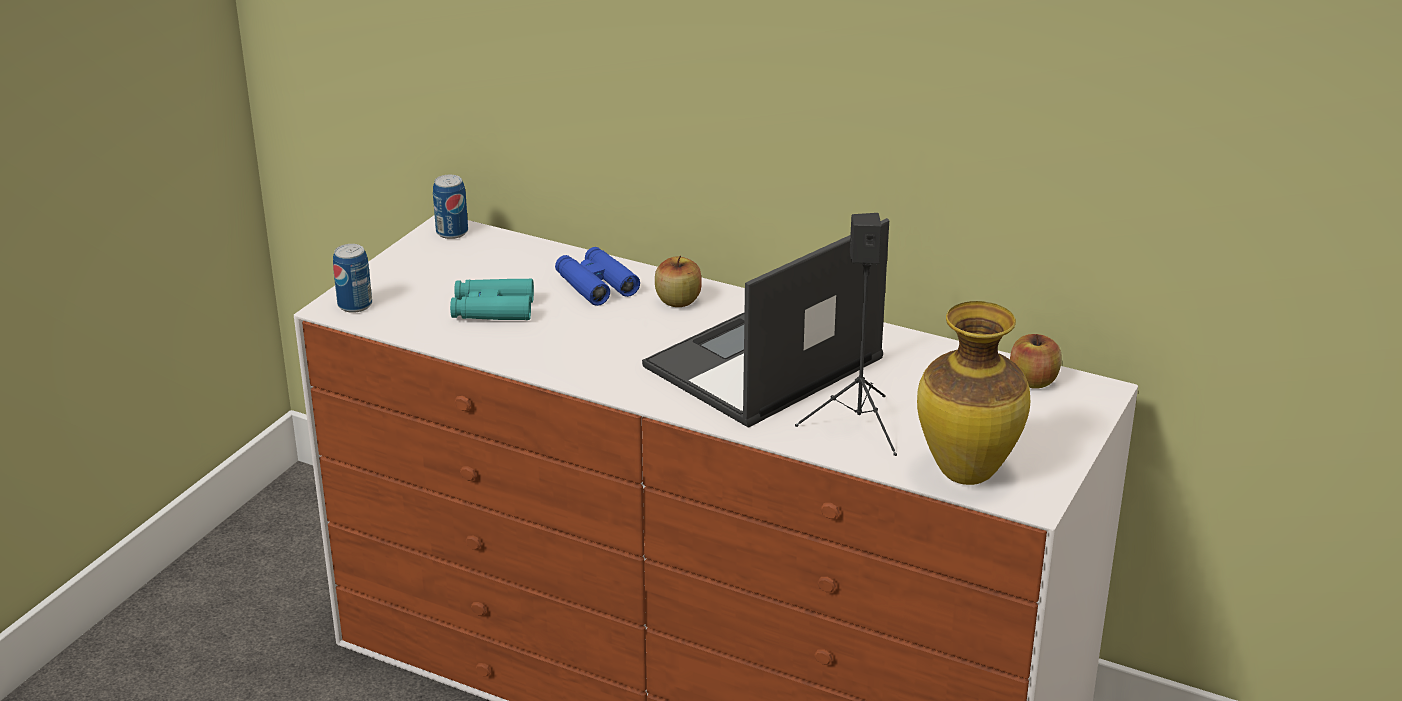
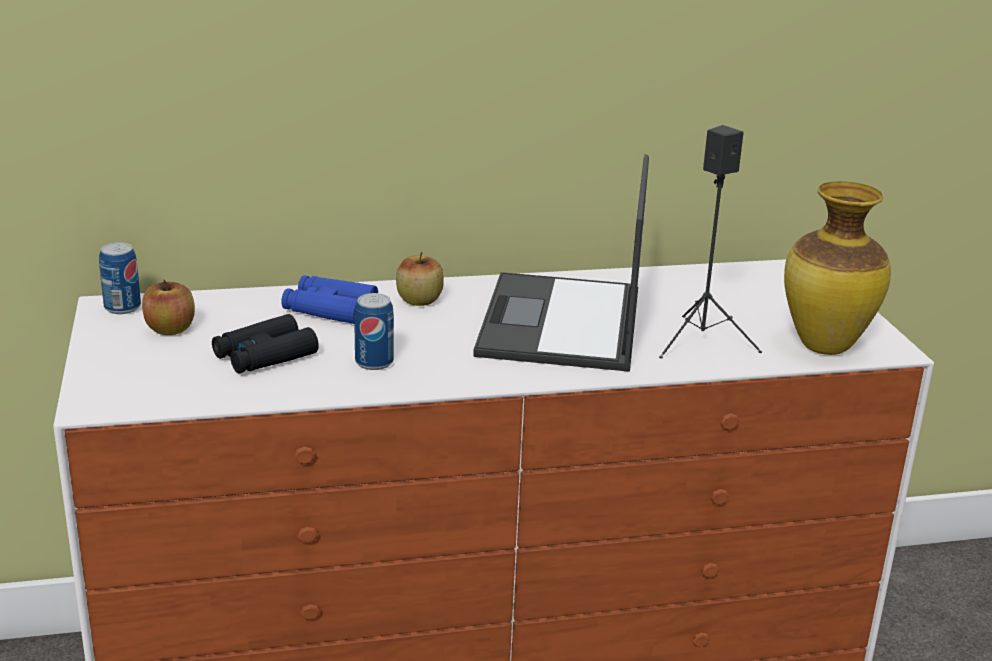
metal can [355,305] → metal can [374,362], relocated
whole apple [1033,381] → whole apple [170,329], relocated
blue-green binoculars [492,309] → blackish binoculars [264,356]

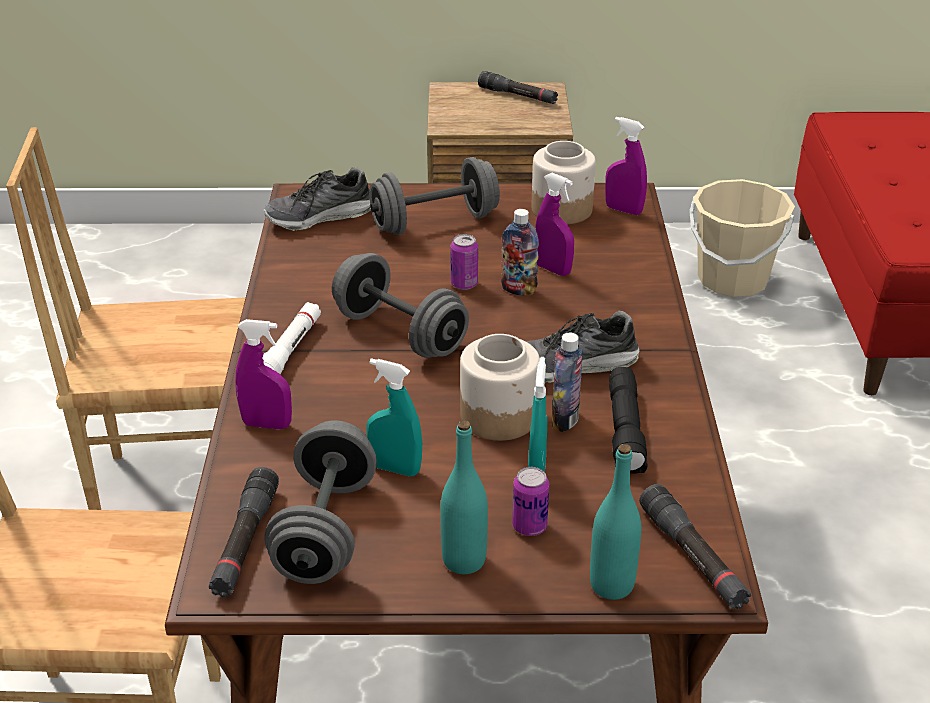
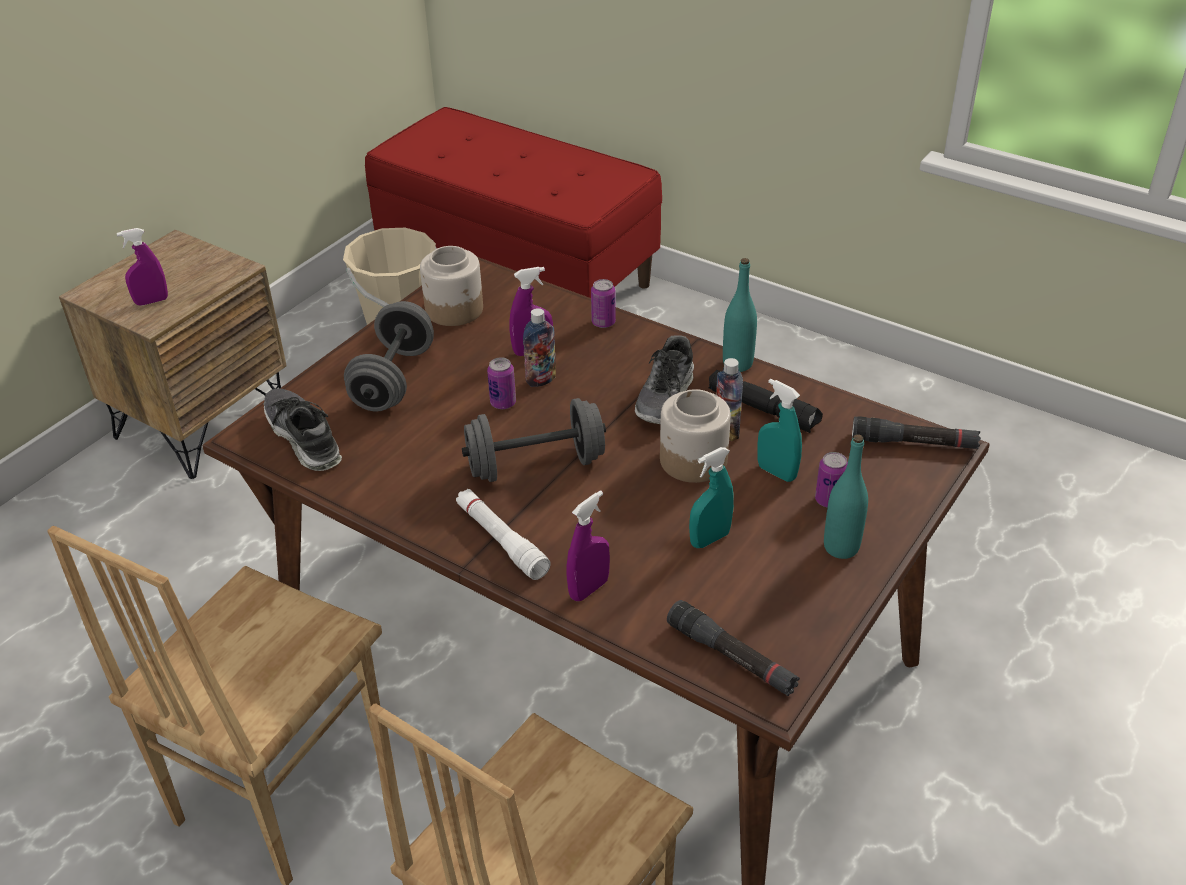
gray free weight [325,530] → -
blackish torch [517,96] → -
- → metal can [603,322]
blue-green beverage bottle [611,585] → blue-green beverage bottle [737,364], relocated
purple-coloured sprayer [623,210] → purple-coloured sprayer [151,301], relocated
shoe [320,216] → shoe [303,438], 135 degrees clockwise

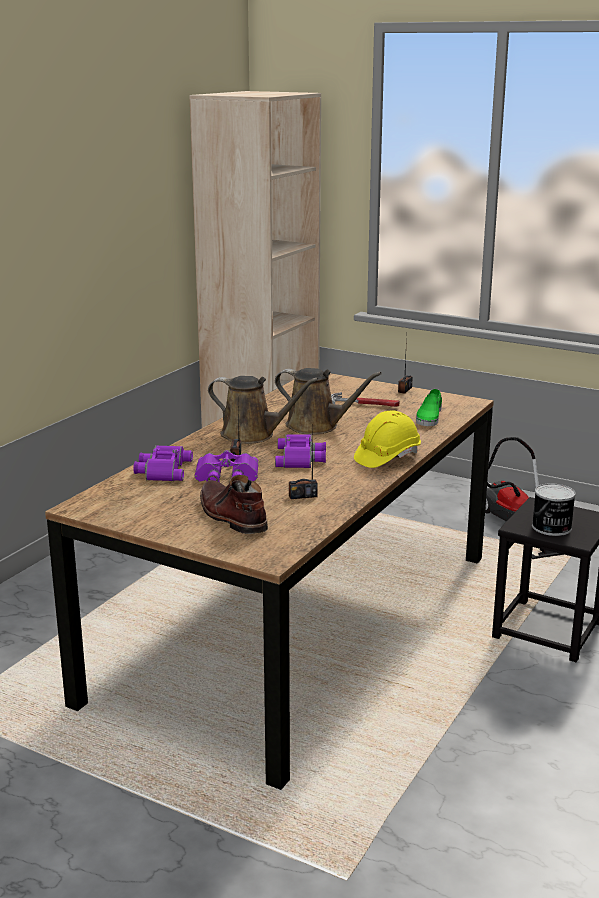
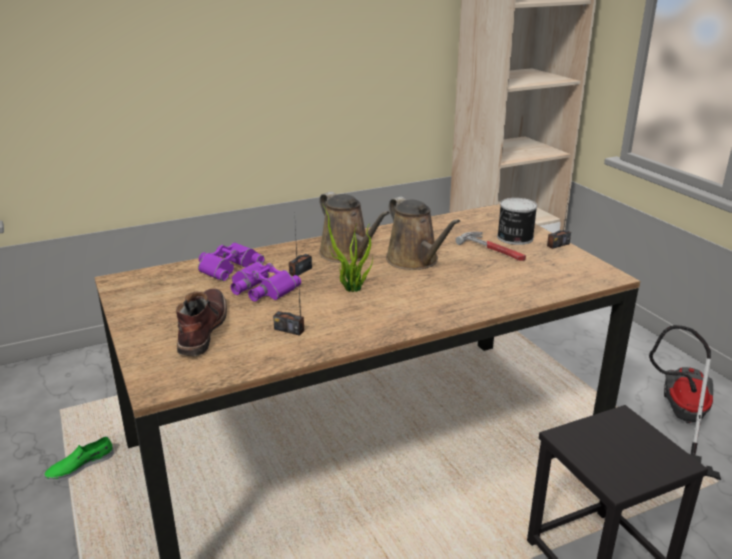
yellow hard hat [387,457] → -
greenish shoe [429,417] → greenish shoe [80,466], relocated
metal can [551,527] → metal can [514,238], relocated
purple-coloured binoculars [301,458] → potted plant [351,289]

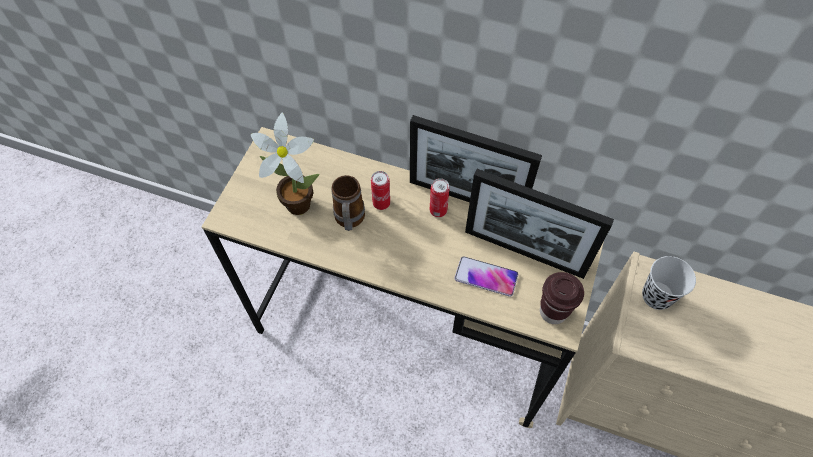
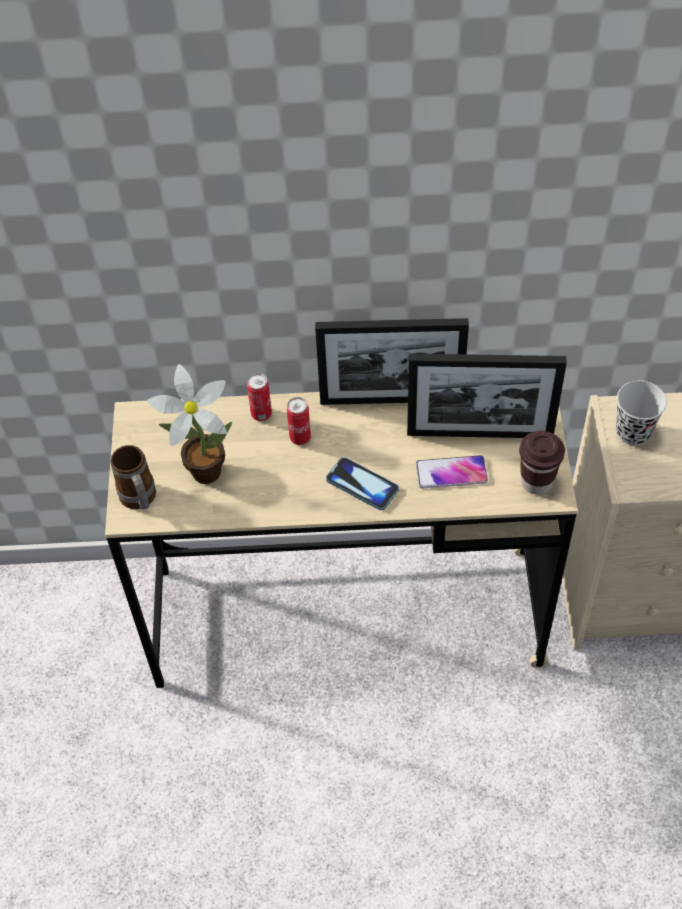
- → phone [362,485]
tea mug [349,221] → tea mug [140,501], relocated
metal can [438,210] → metal can [261,414], relocated

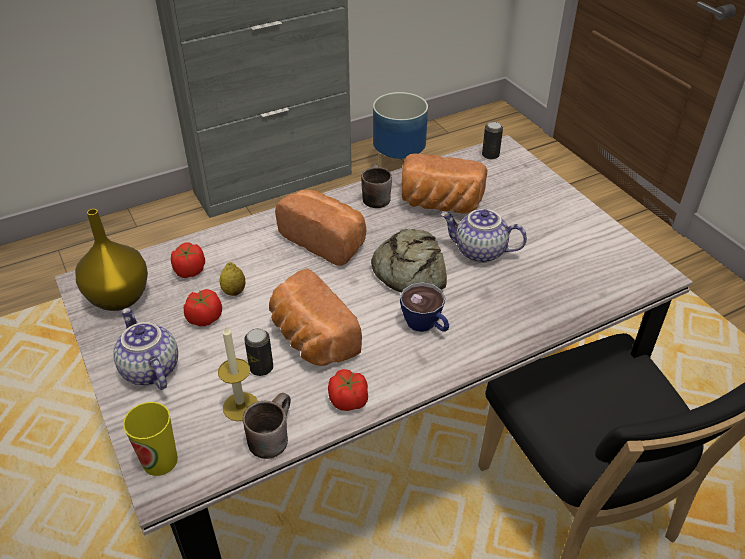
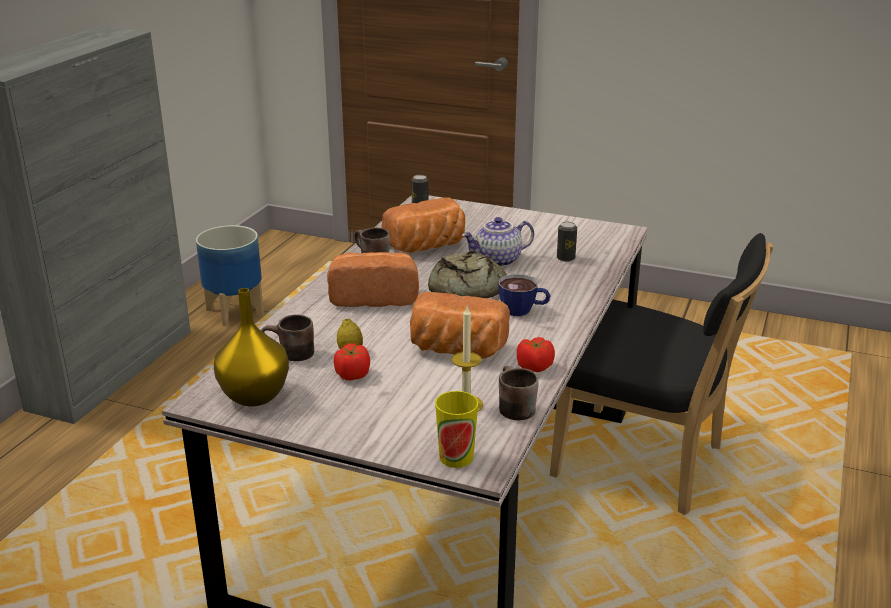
teapot [149,370] → -
metal can [261,368] → metal can [565,258], relocated
whole tomato [189,271] → brownish tea mug [289,356]

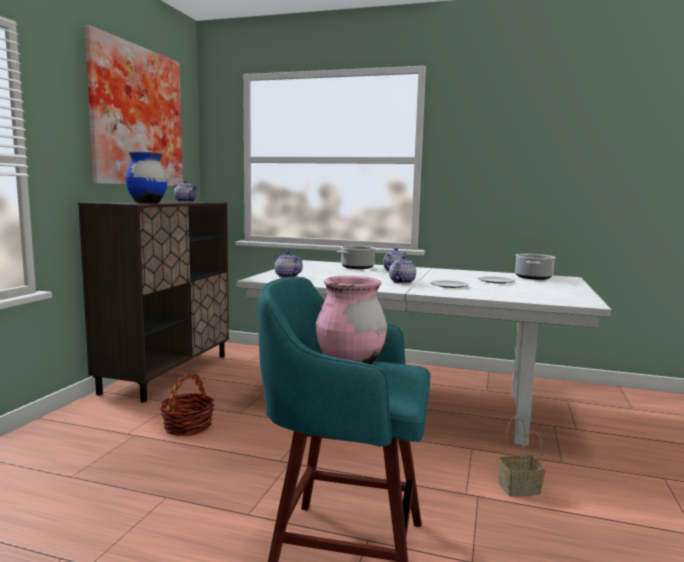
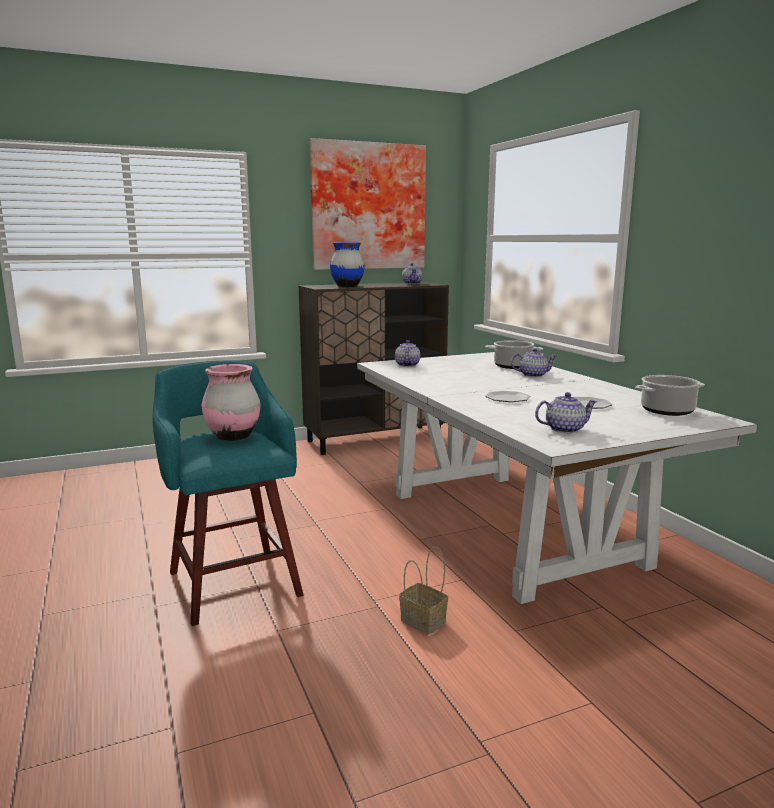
basket [188,426] → -
teapot [401,282] → teapot [564,429], relocated

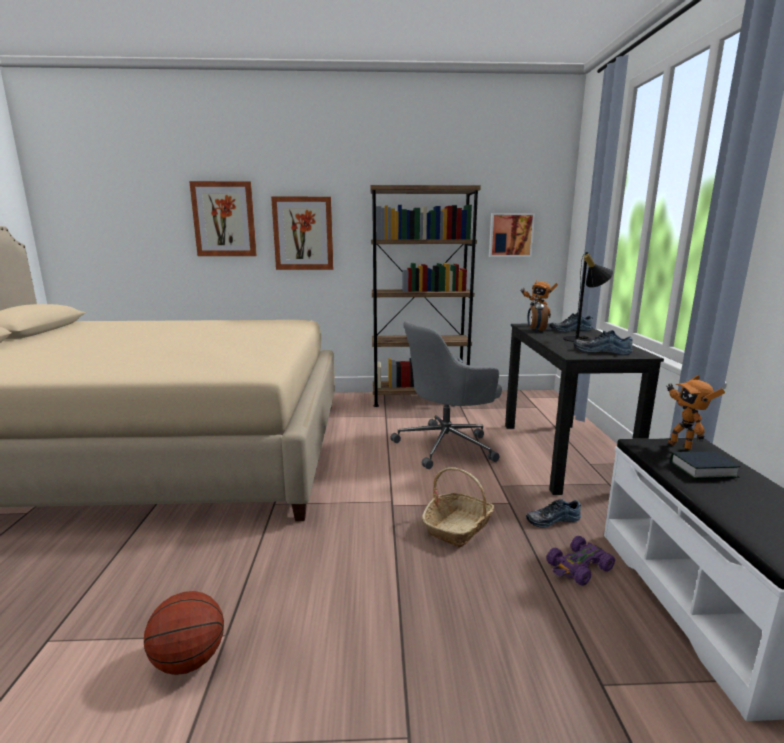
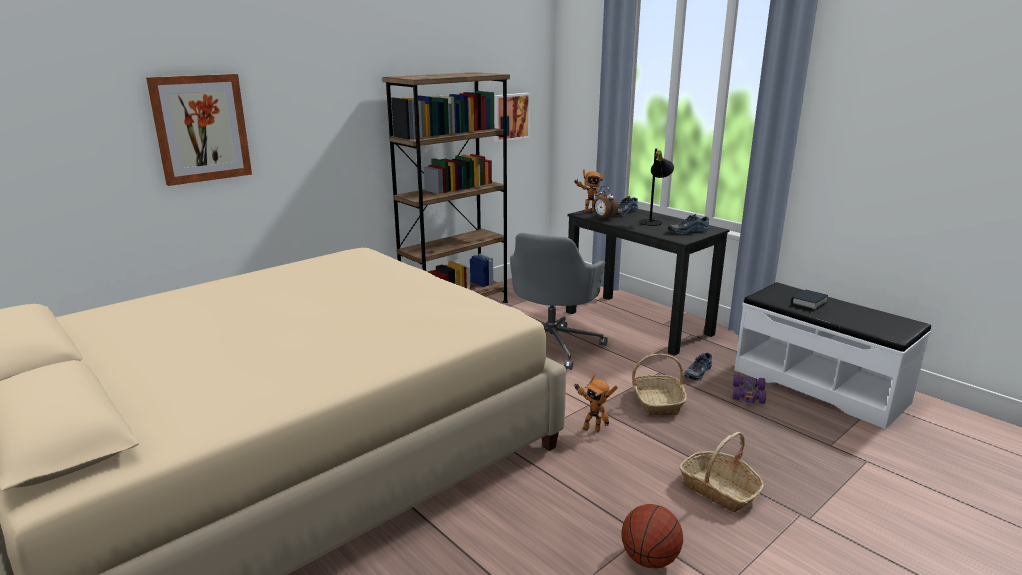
picture [303,233] → -
- → basket [719,490]
model robot [681,445] → model robot [591,428], relocated

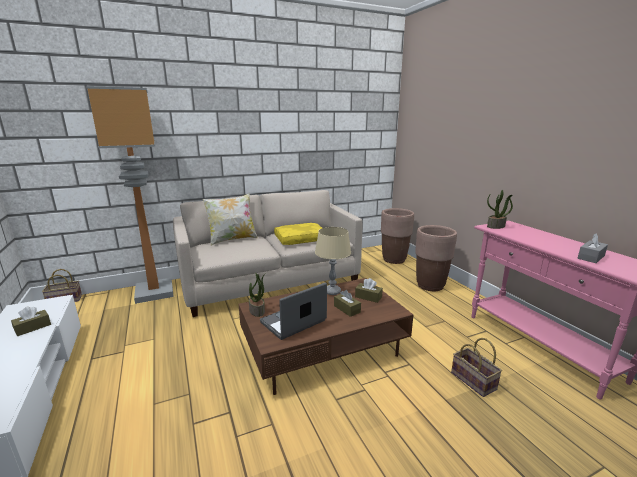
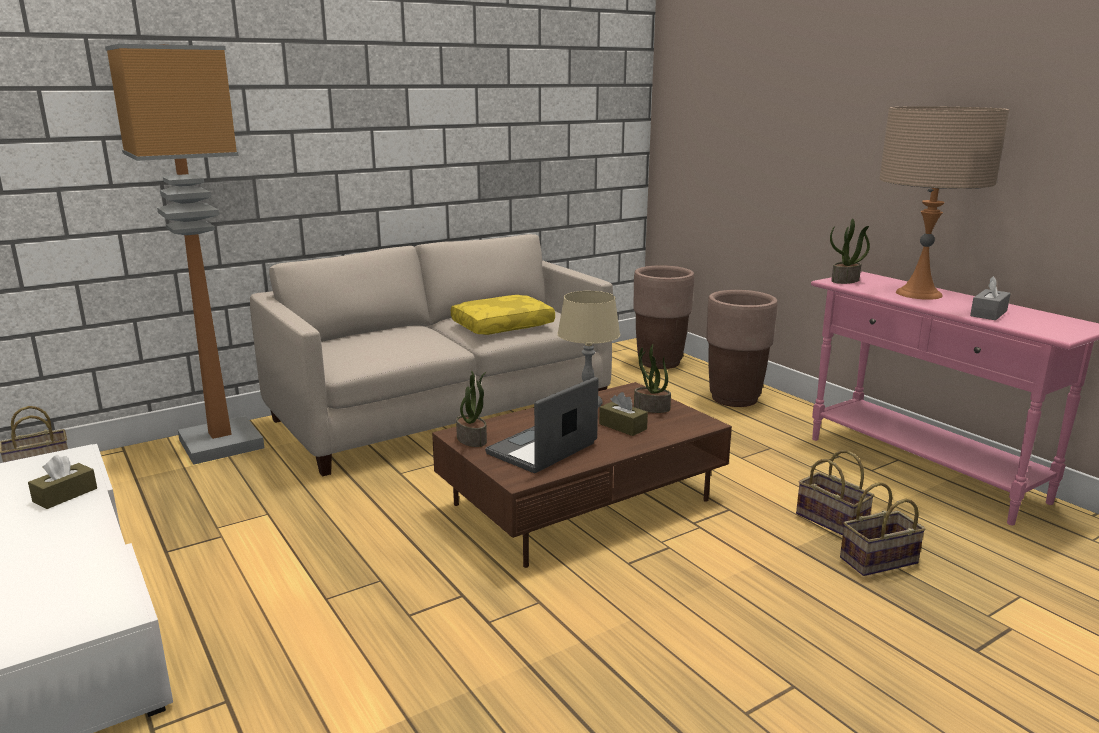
throw pillow [232,239] → -
- → basket [878,561]
- → beige tabletop lamp [918,294]
brownish box of tissues [368,297] → potted plant [651,408]

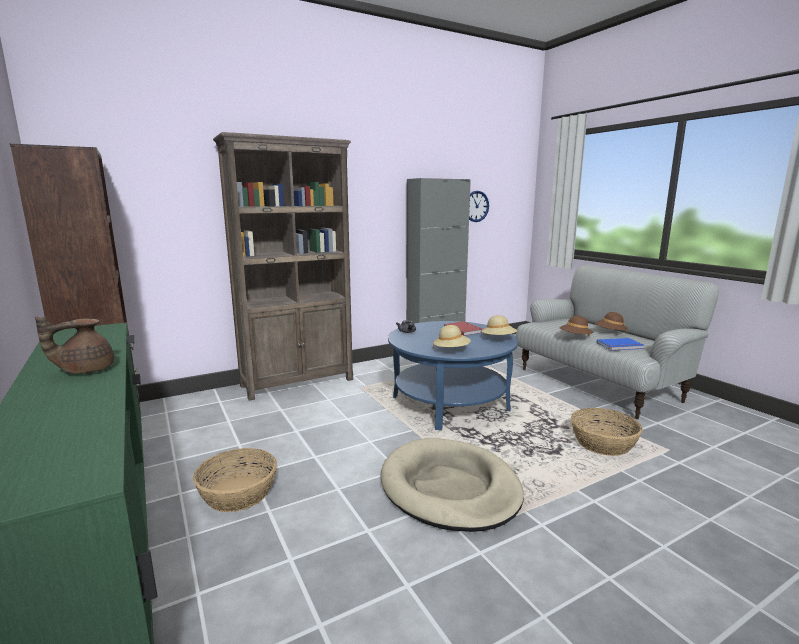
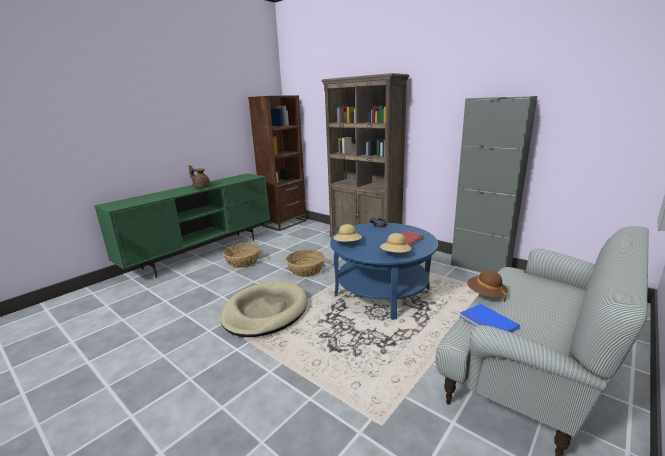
hanging clock [476,206] → -
brownish hat [610,333] → -
basket [602,443] → basket [306,270], relocated

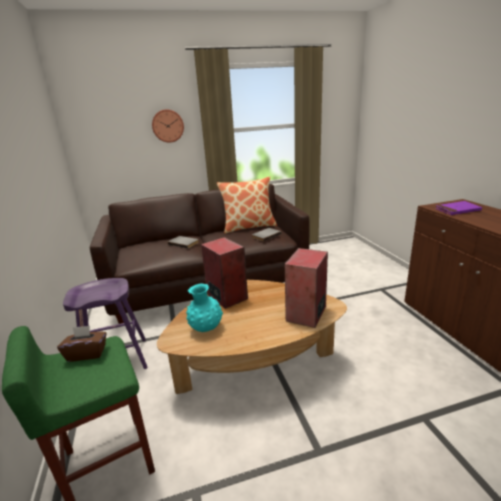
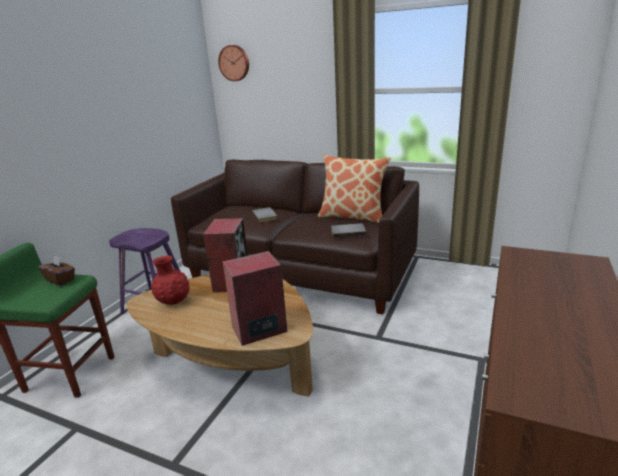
purple-coloured bound book [457,210] → -
hanging clock [167,126] → hanging clock [234,63], relocated
blue-green decorative vase [206,328] → red-coloured decorative vase [173,302]

